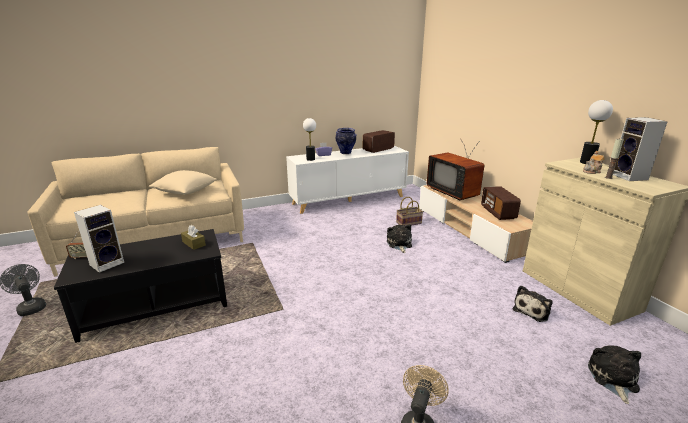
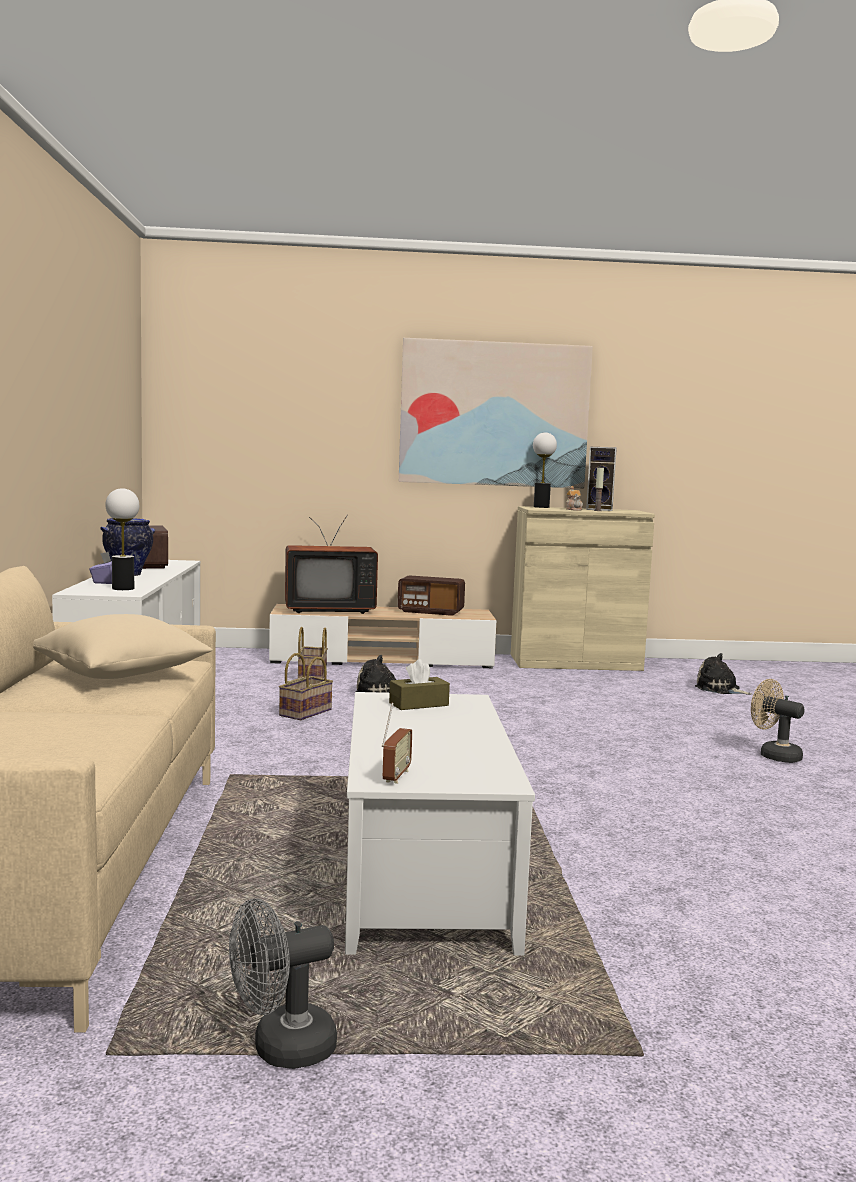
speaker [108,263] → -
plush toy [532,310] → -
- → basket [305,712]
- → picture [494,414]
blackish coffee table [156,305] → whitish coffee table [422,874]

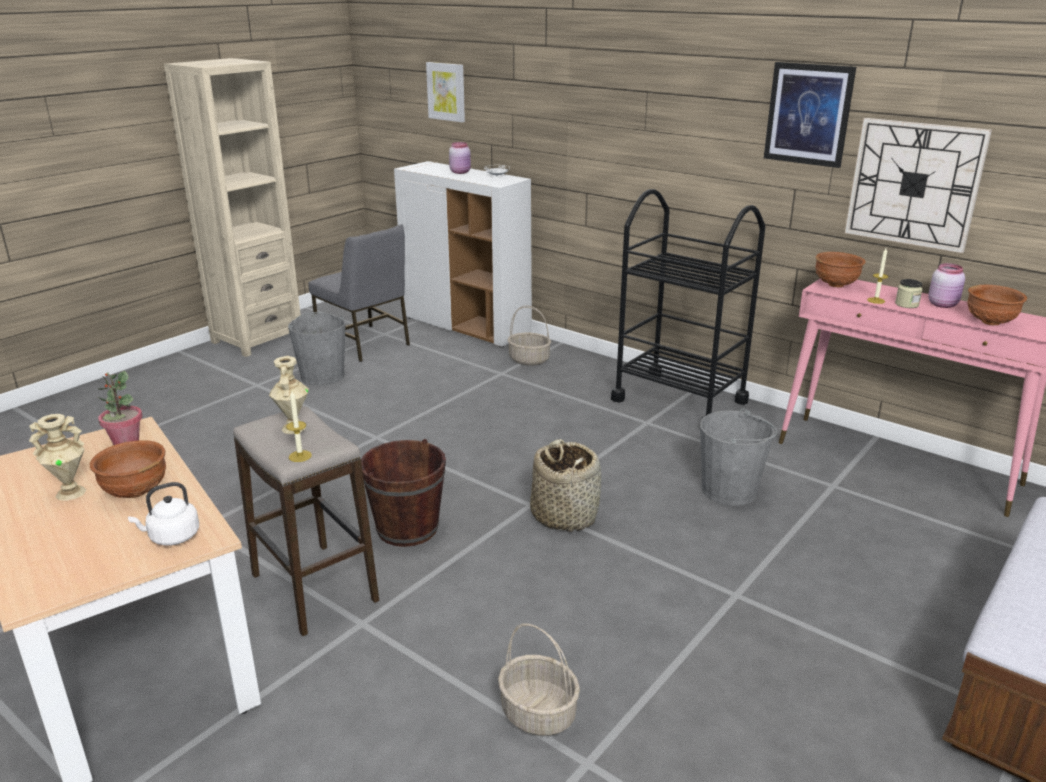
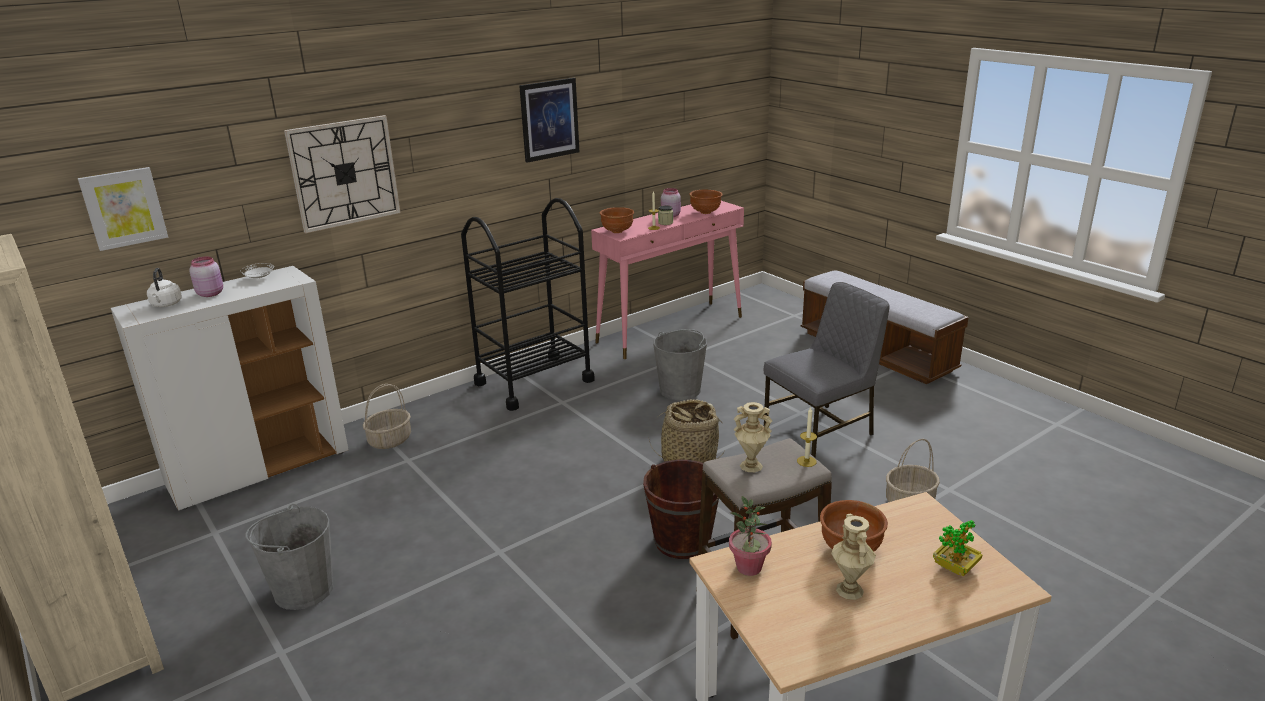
- → potted plant [955,568]
whitish tea kettle [172,537] → whitish tea kettle [166,305], relocated
gray chair [365,344] → gray chair [821,430], relocated
hanging clock [914,184] → hanging clock [344,173], relocated

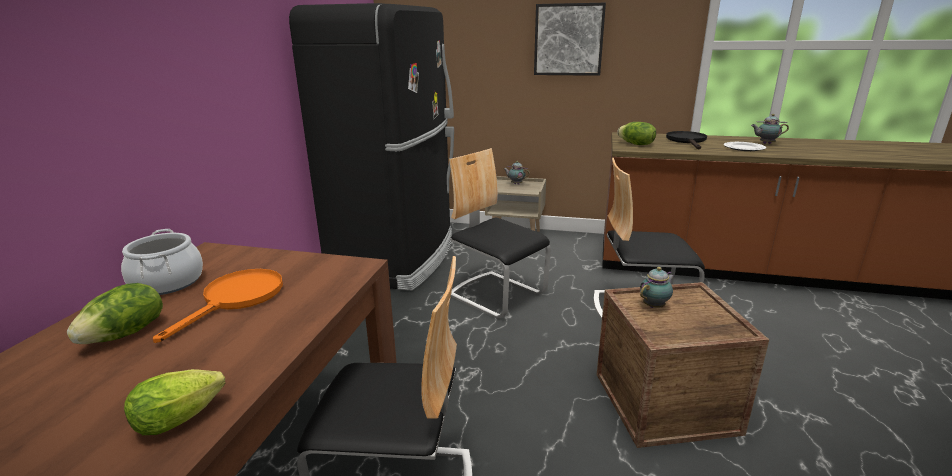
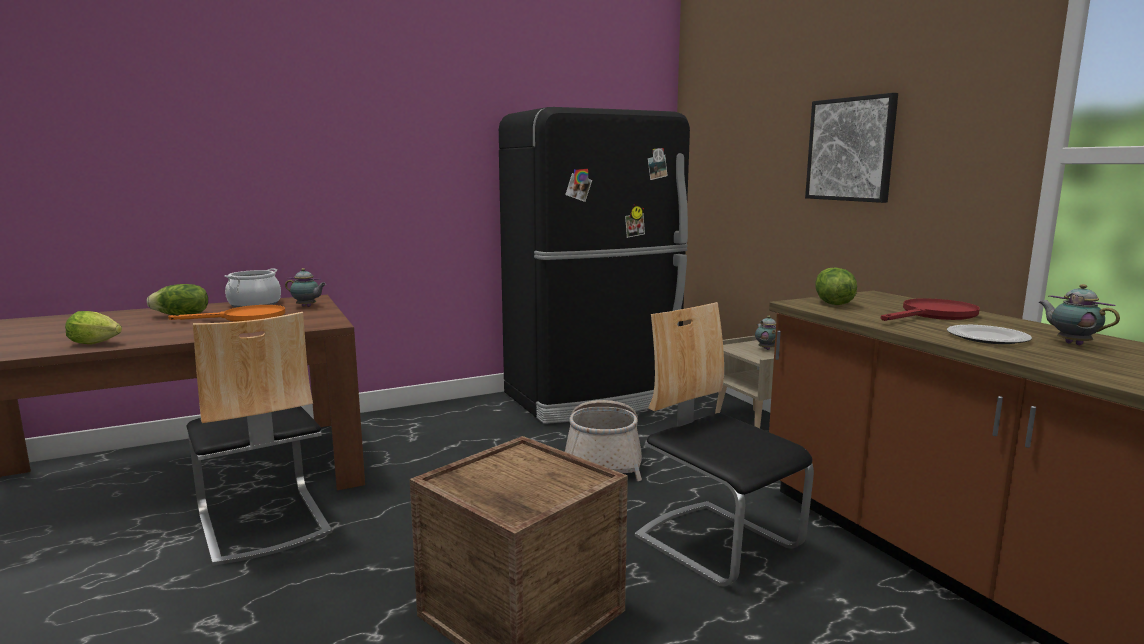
teapot [655,306] → teapot [307,306], relocated
chair [496,294] → basket [603,459]
blackish skillet [687,141] → red-coloured skillet [933,315]

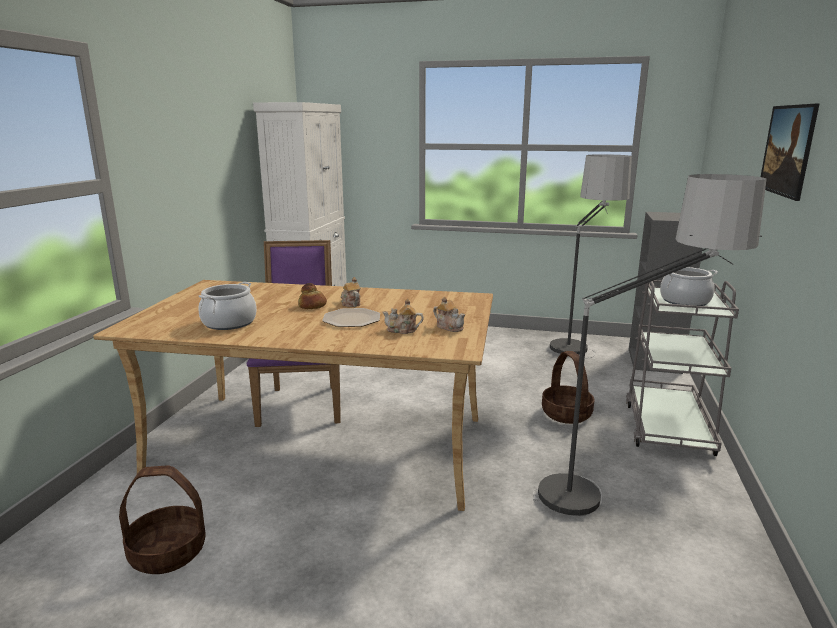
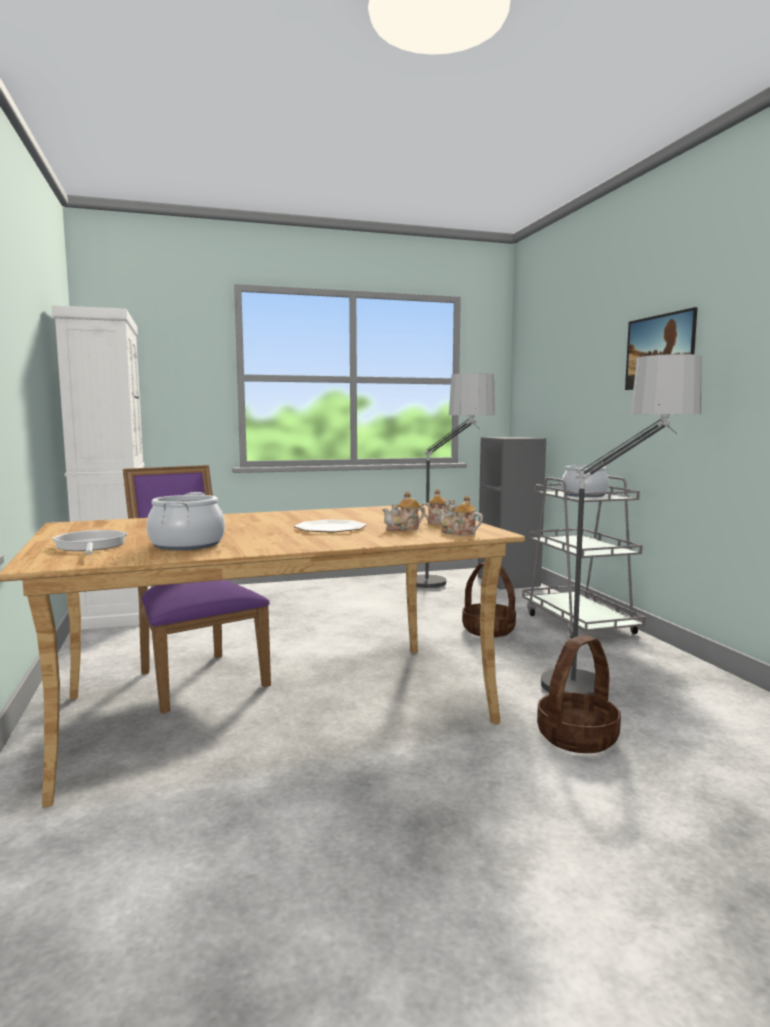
baked bread [313,305] → -
- → skillet [90,546]
basket [168,552] → basket [577,736], relocated
teapot [350,303] → teapot [459,533], relocated

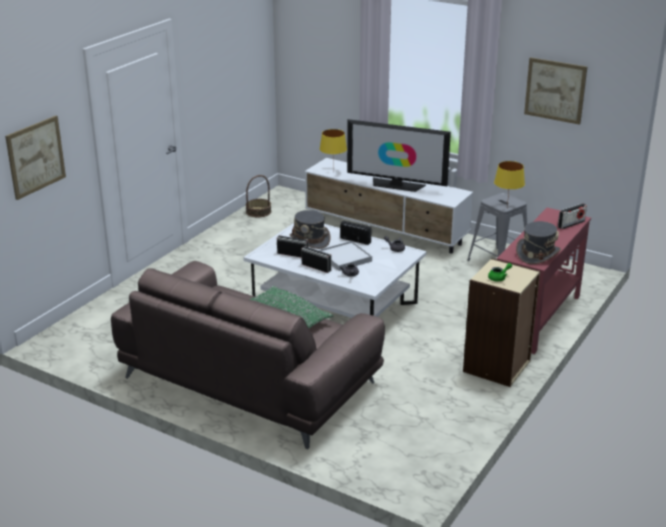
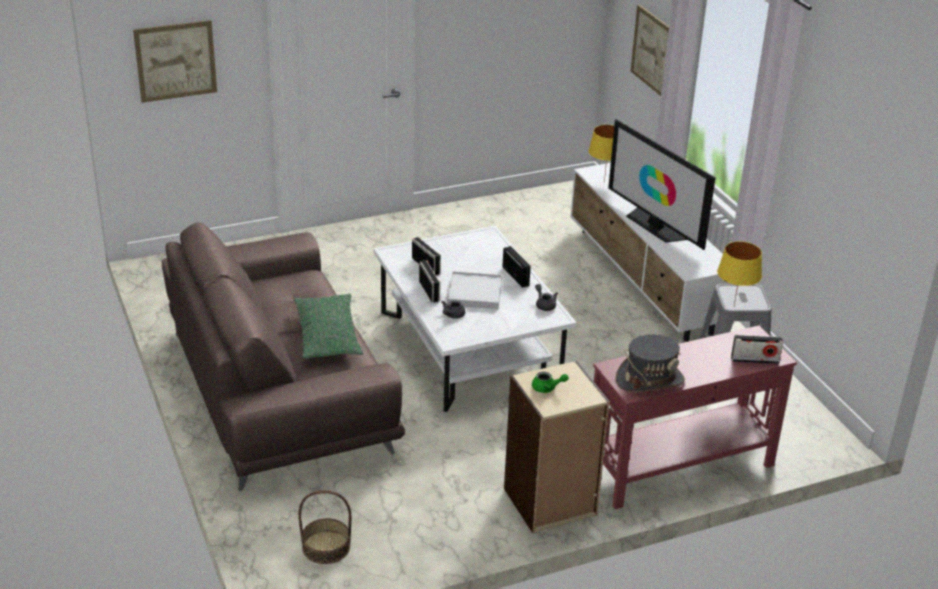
gray hat [310,240] → -
basket [258,212] → basket [326,547], relocated
picture [555,90] → picture [653,51], relocated

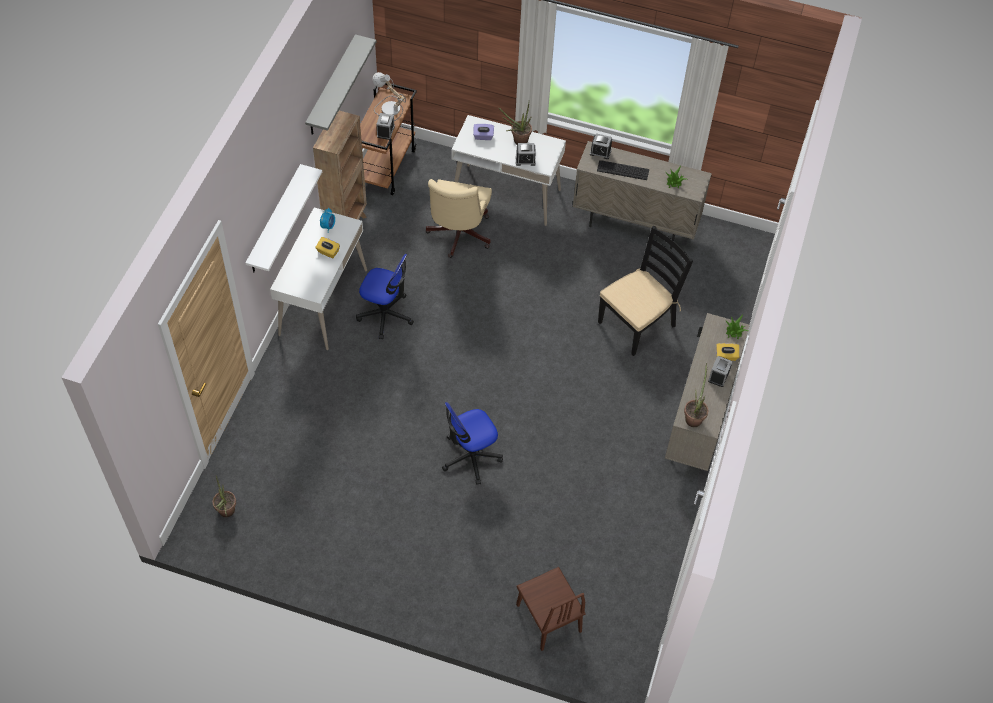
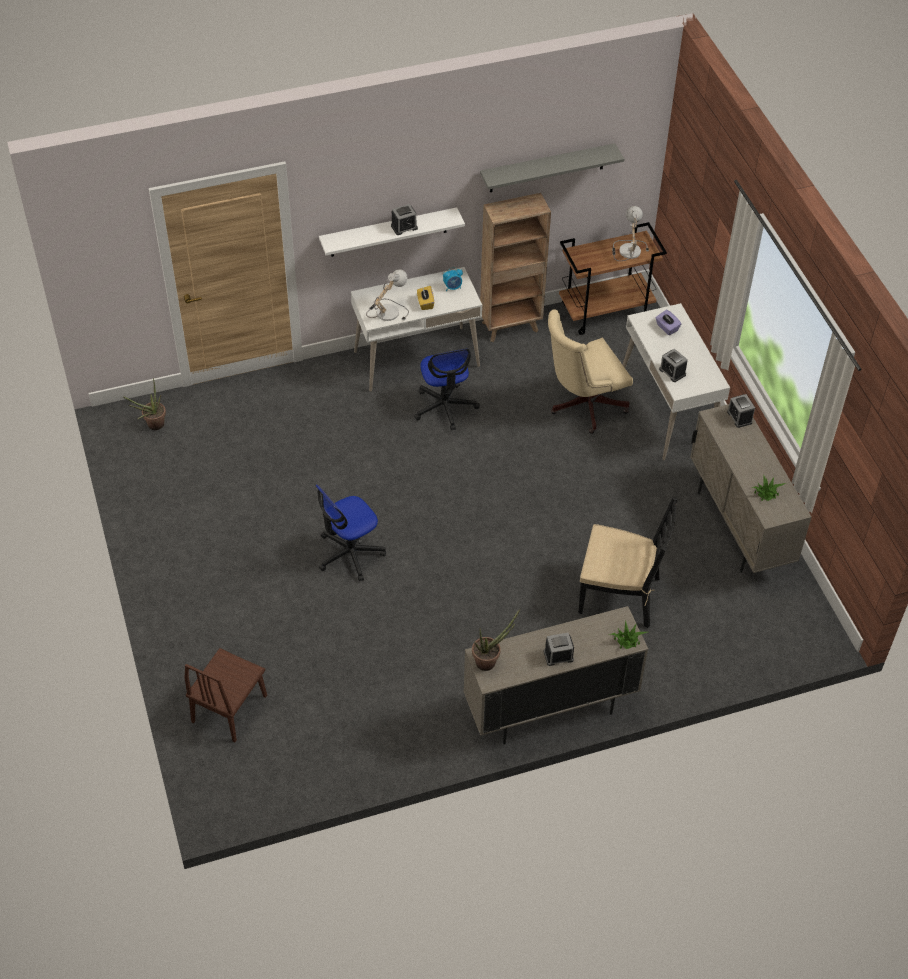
potted plant [517,141] → -
computer keyboard [623,170] → -
yellow box of tissues [726,356] → -
- → tabletop lamp [386,311]
alarm clock [385,131] → alarm clock [404,227], relocated
desk chair [470,457] → desk chair [350,554], 60 degrees counterclockwise

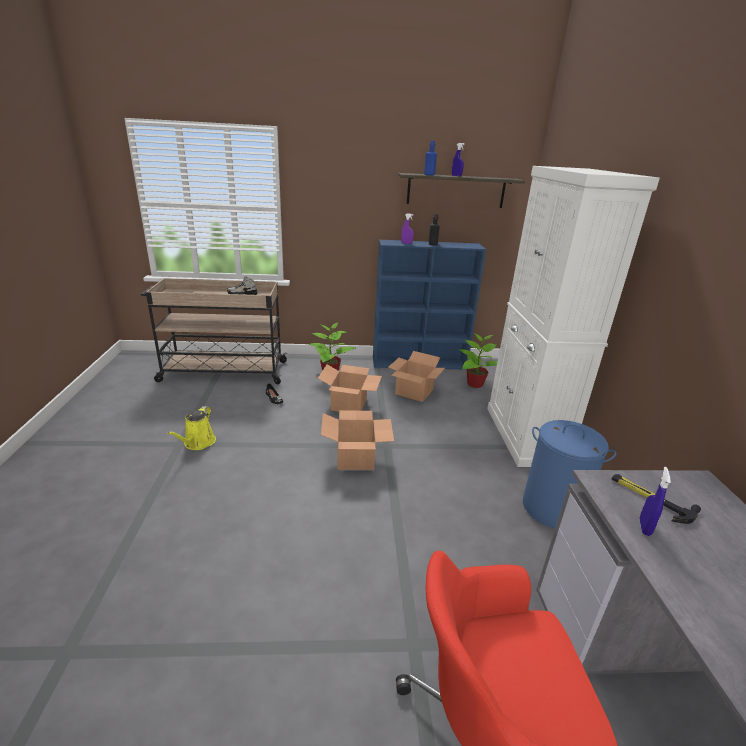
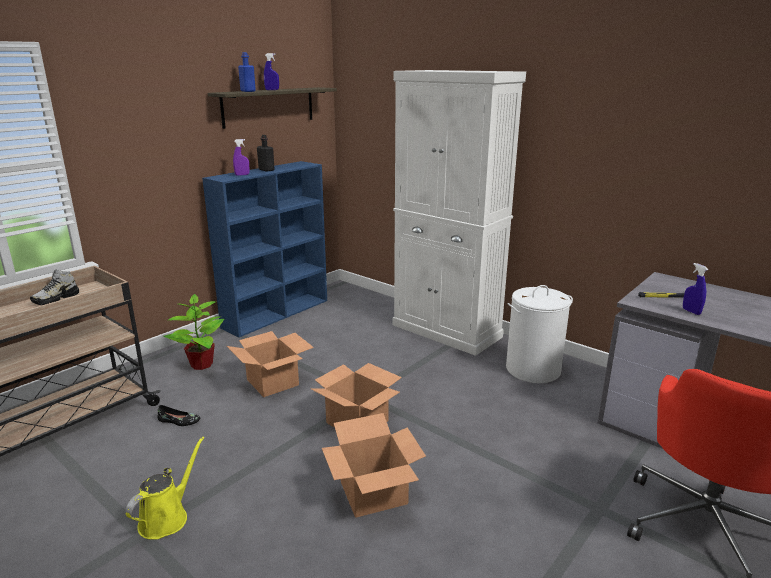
potted plant [474,384] → -
packing box [414,392] → packing box [374,492], relocated
bluish hamper [553,508] → whitish hamper [533,369]
yellow sprinkling can [198,443] → yellow sprinkling can [167,518], 120 degrees counterclockwise

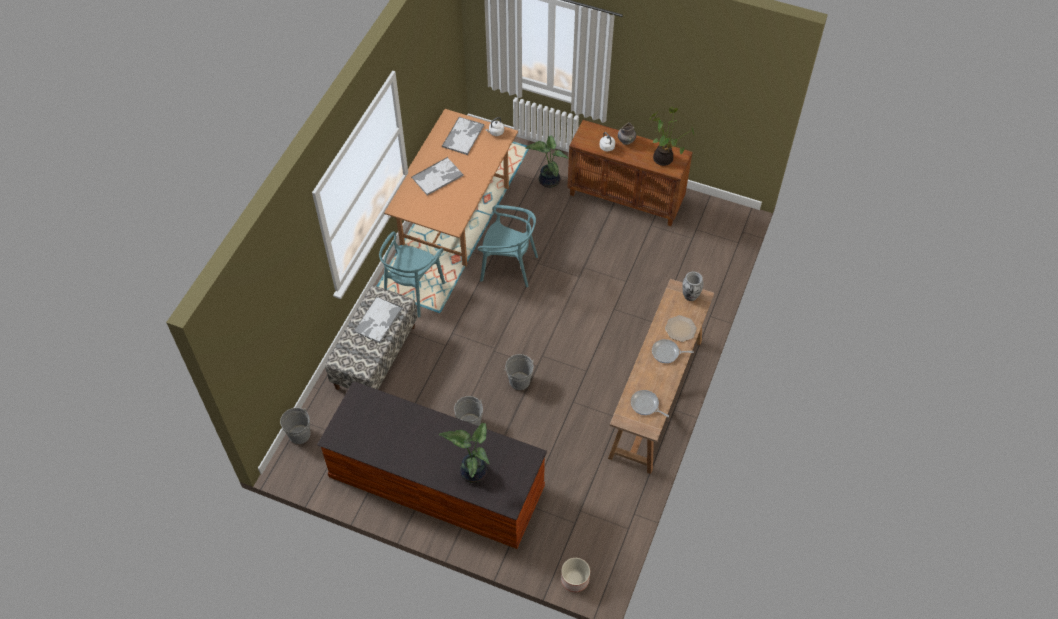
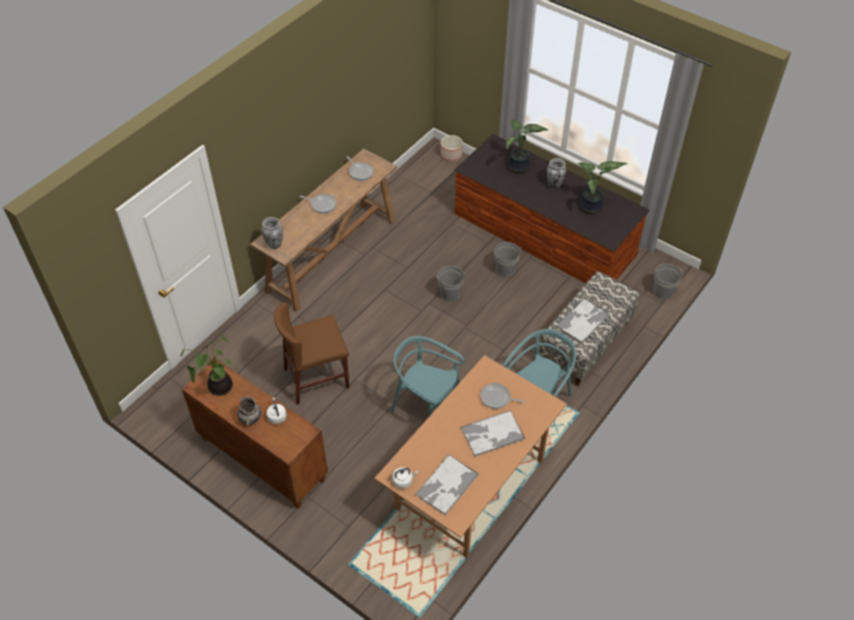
dinner plate [680,328] → -
- → brownish chair [316,378]
- → skillet [497,398]
- → decorative vase [554,185]
potted plant [548,180] → potted plant [592,208], relocated

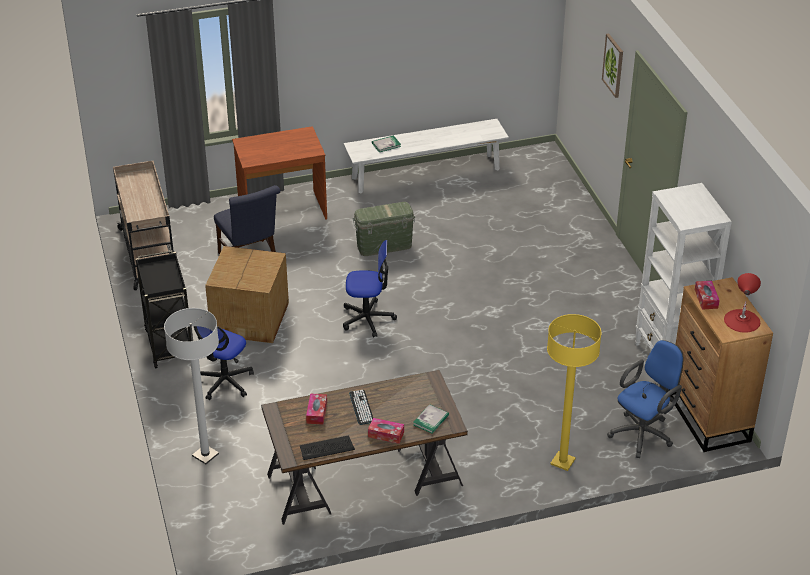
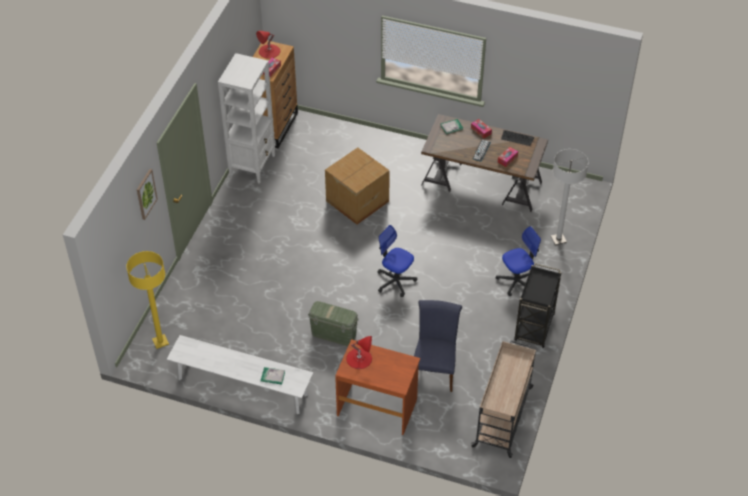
bluish desk chair [644,433] → -
- → red-coloured tabletop lamp [359,358]
packing box [251,318] → packing box [356,201], relocated
yellow standard lamp [562,462] → yellow standard lamp [160,342], relocated

